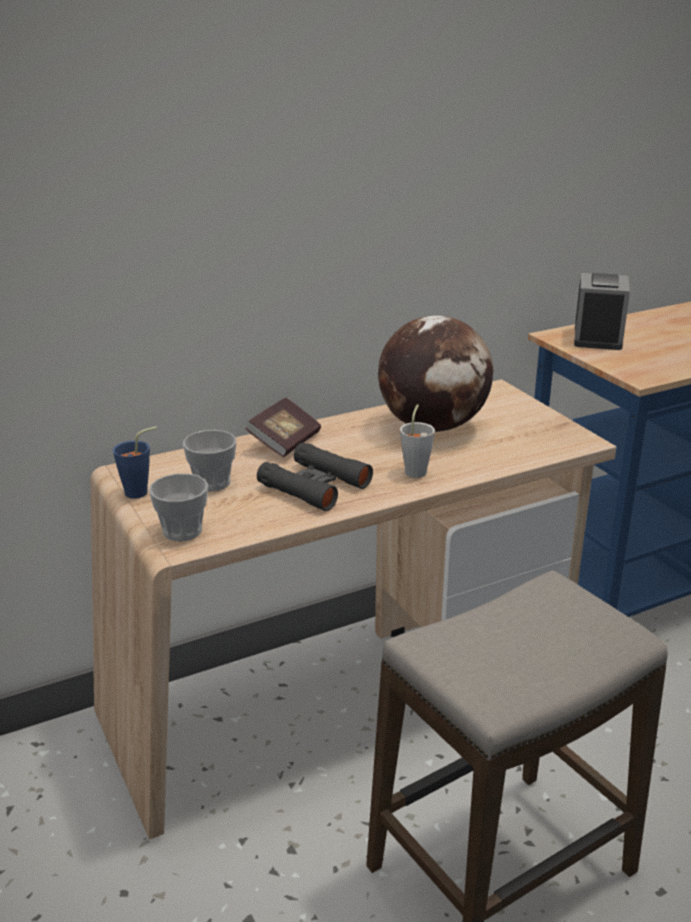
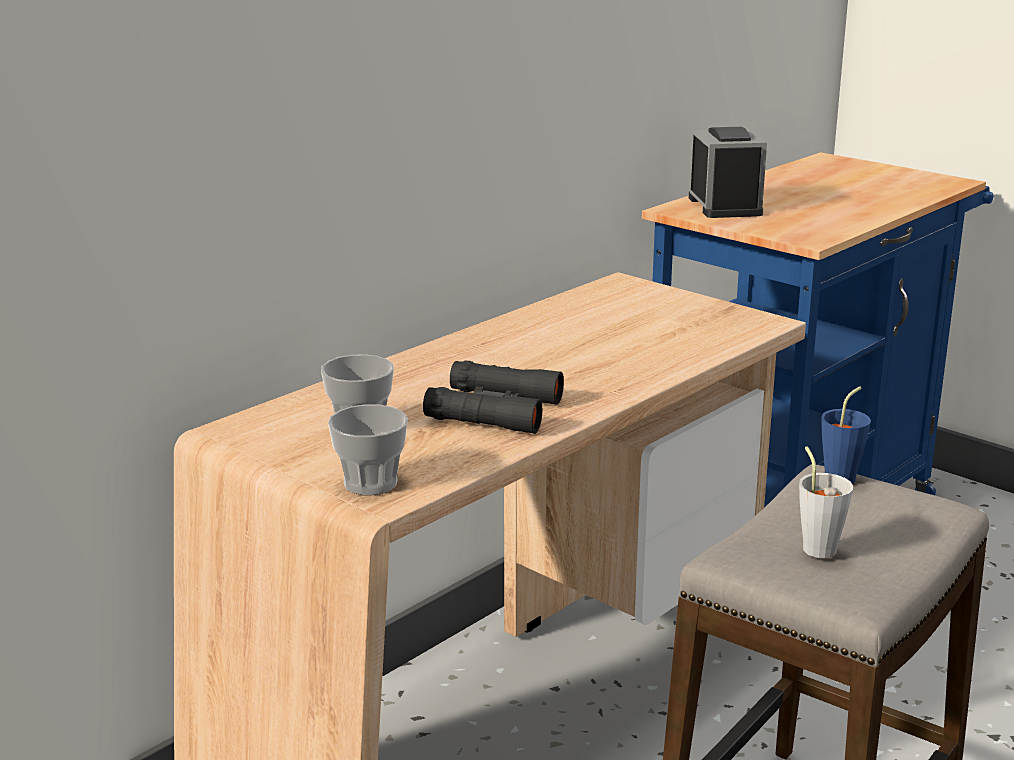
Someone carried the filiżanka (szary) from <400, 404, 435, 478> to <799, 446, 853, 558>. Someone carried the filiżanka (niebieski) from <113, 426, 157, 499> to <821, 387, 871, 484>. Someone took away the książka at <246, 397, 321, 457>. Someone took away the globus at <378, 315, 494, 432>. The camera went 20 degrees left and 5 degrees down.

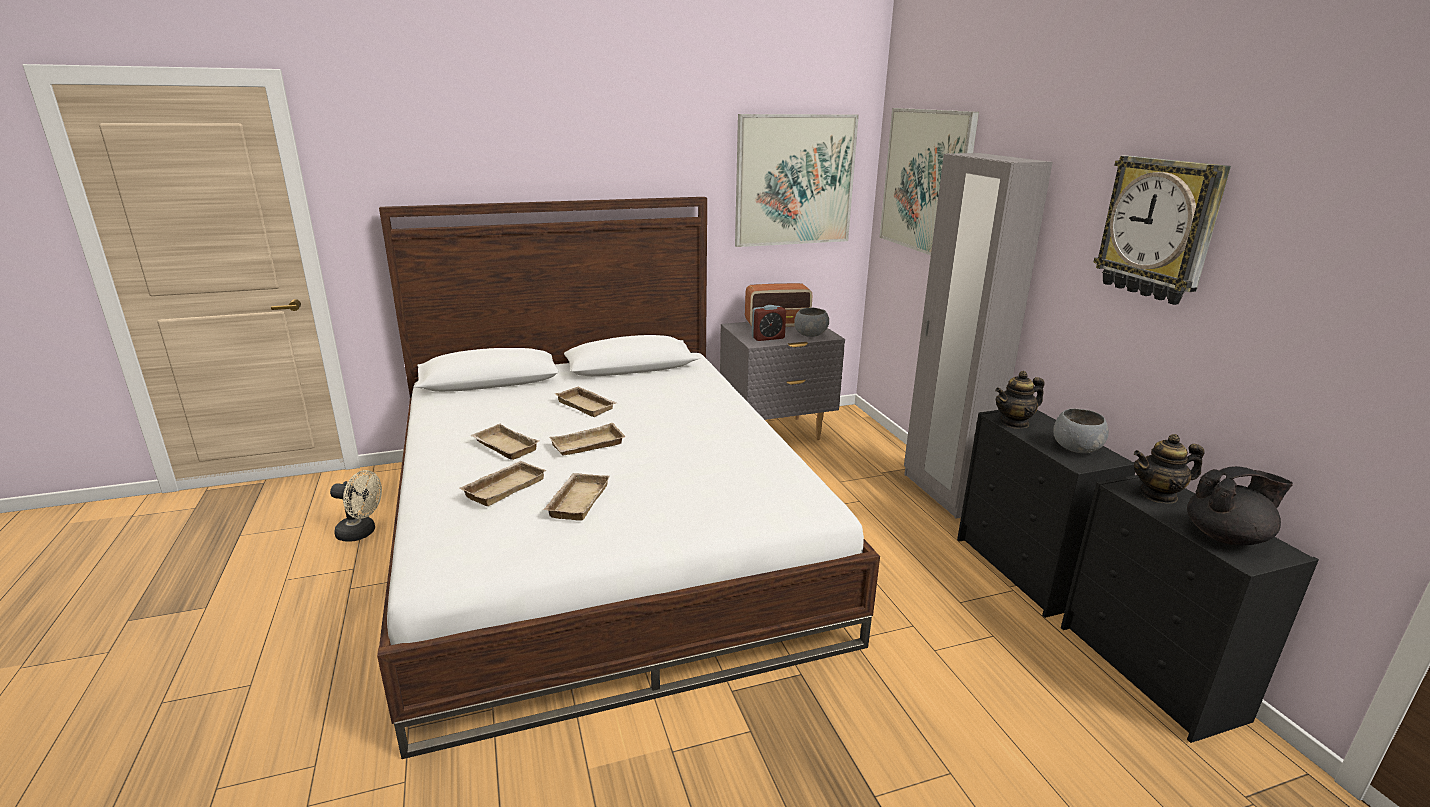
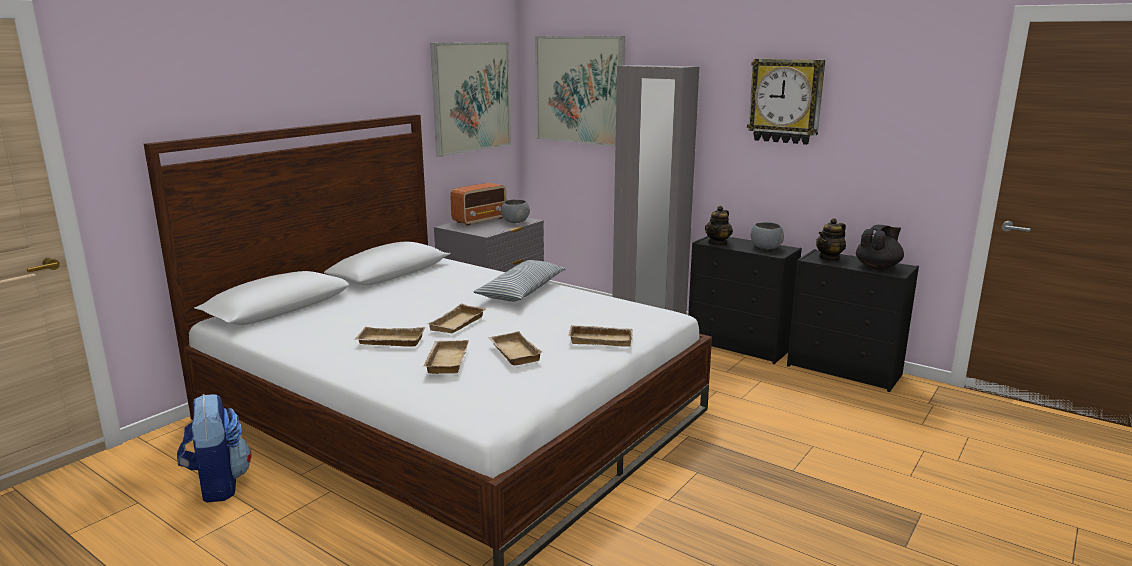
Someone swapped the wentylator (beżowy) at <330, 470, 382, 542> for the plecak at <177, 394, 251, 502>. Someone put down the poduszka at <474, 260, 566, 302>. Someone carried the taca (beżowy) from <555, 386, 616, 417> to <568, 325, 633, 347>. Someone took away the budzik at <752, 305, 786, 341>. The camera went 35 degrees left and 5 degrees down.

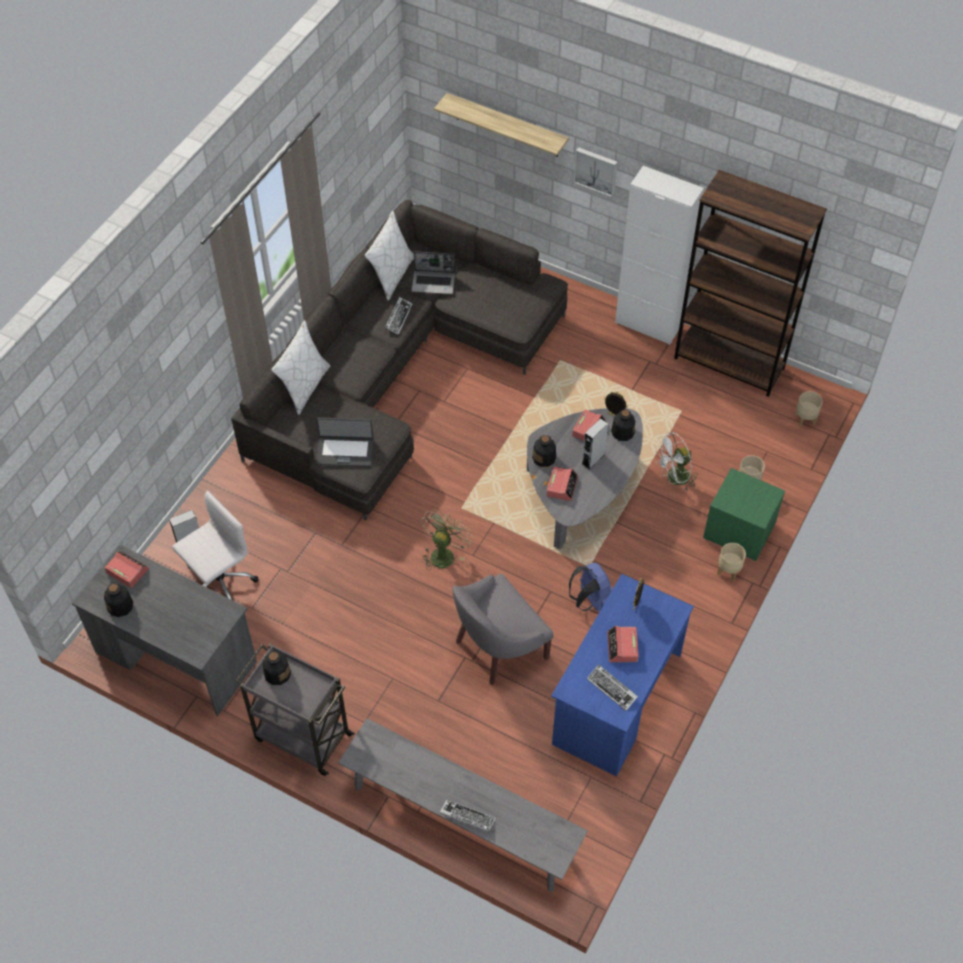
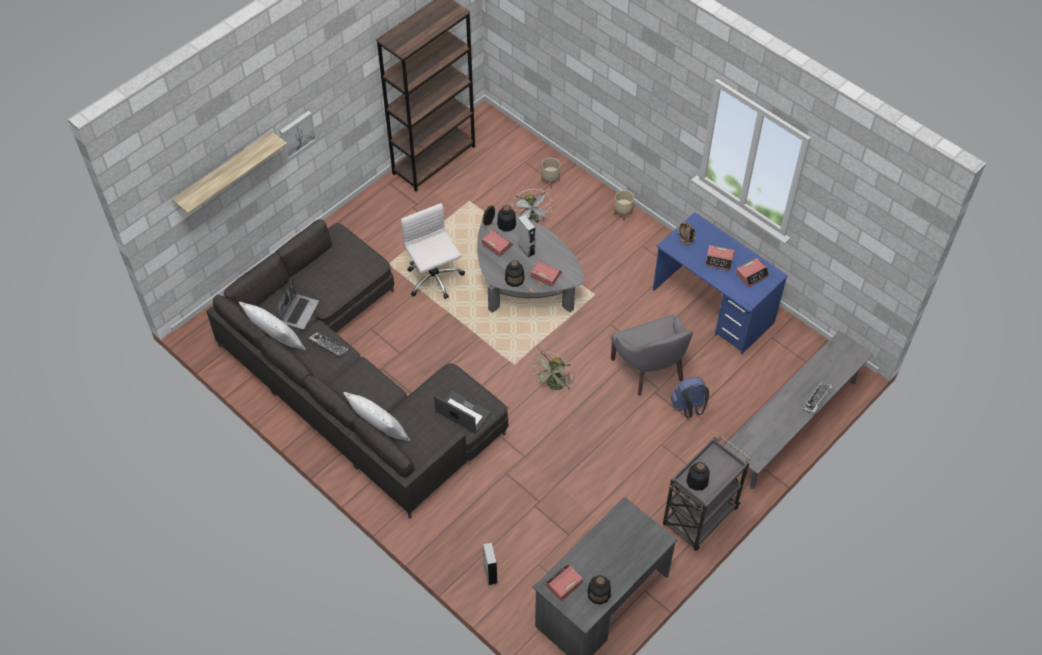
Someone carried the krzesło biurowe (biały) from <172, 490, 259, 600> to <401, 203, 465, 299>. Someone rotated the laptop at <316, 417, 373, 467> by 75 degrees counterclockwise. Someone rotated the wentylator (zielony) at <421, 509, 473, 570> by 105 degrees counterclockwise. Someone carried the plecak (niebieski) from <569, 563, 613, 611> to <671, 377, 709, 418>. Someone swapped the klawiatura at <587, 664, 638, 711> for the budzik at <736, 258, 769, 287>. Someone took away the szafka (biały) at <615, 166, 704, 345>. Someone took away the szafka nocna (zielony) at <703, 468, 785, 561>. Someone took away the donica (beżowy) at <795, 391, 823, 427>. The camera went 75 degrees left and 0 degrees up.

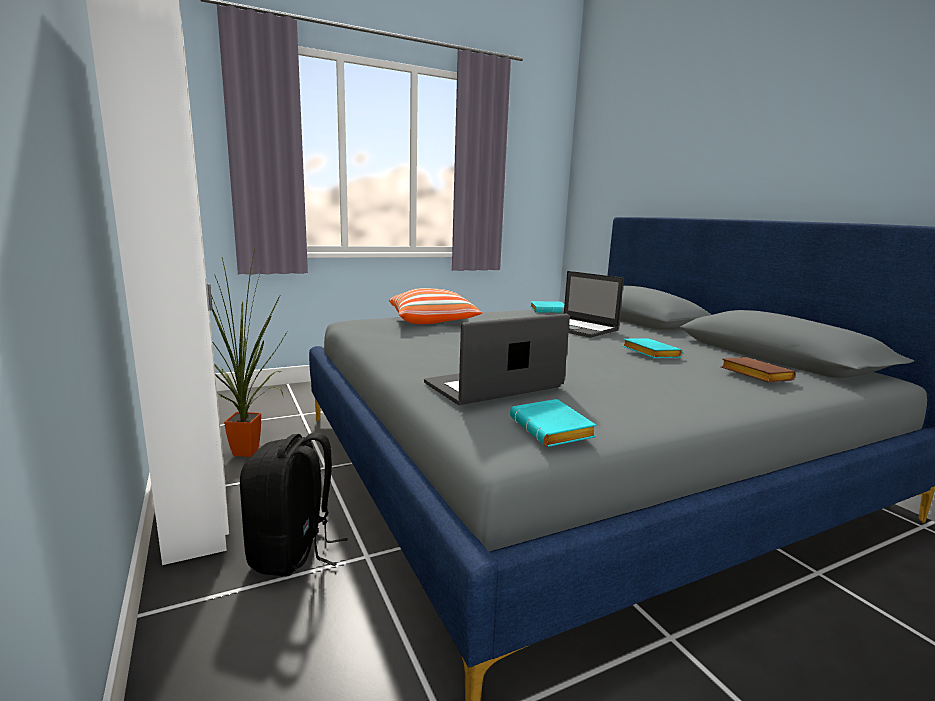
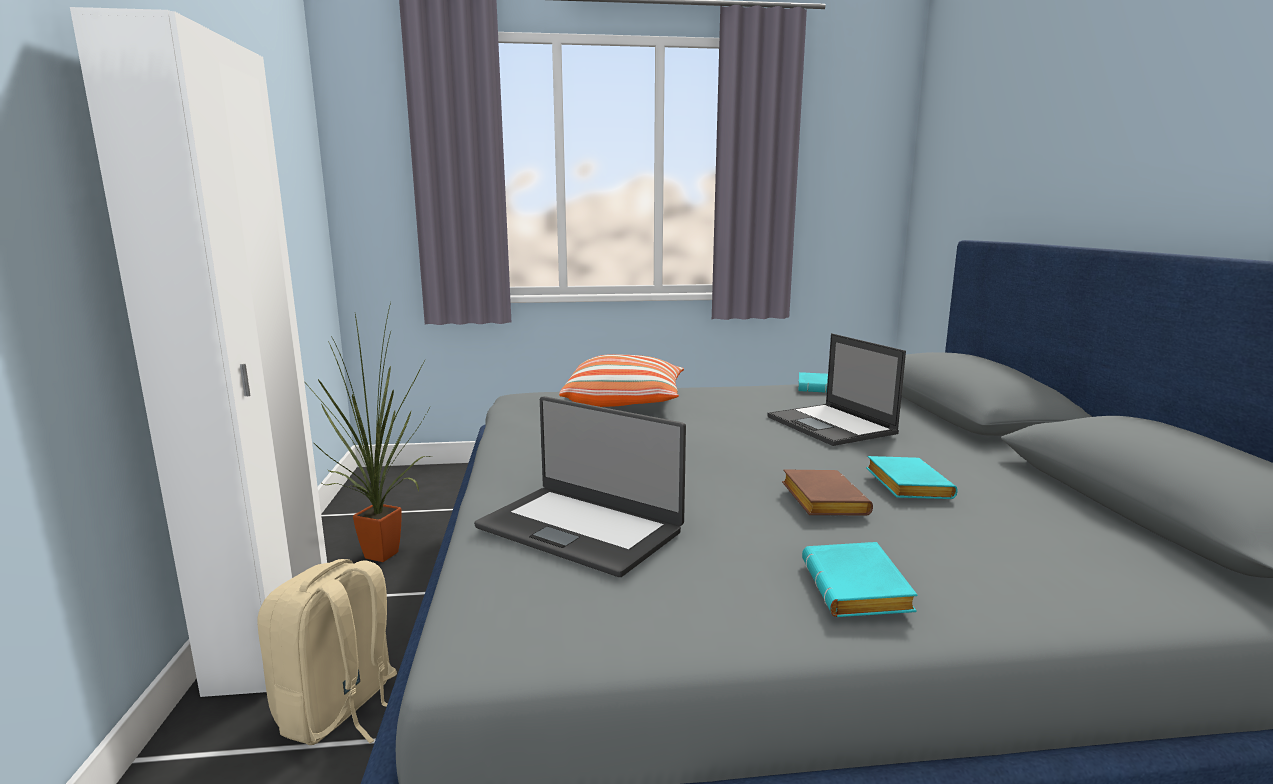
Someone repainted the plecak (czarny) at <240, 433, 348, 577>, which became the plecak (beżowy) at <257, 559, 397, 745>. Someone rotated the laptop at <424, 314, 570, 405> by 135 degrees counterclockwise. Someone carried the książka (brązowy) from <721, 357, 796, 382> to <782, 469, 873, 515>. Someone carried the książka (turkusowy) from <510, 399, 596, 447> to <802, 542, 917, 617>. The camera went 20 degrees right and 0 degrees up.

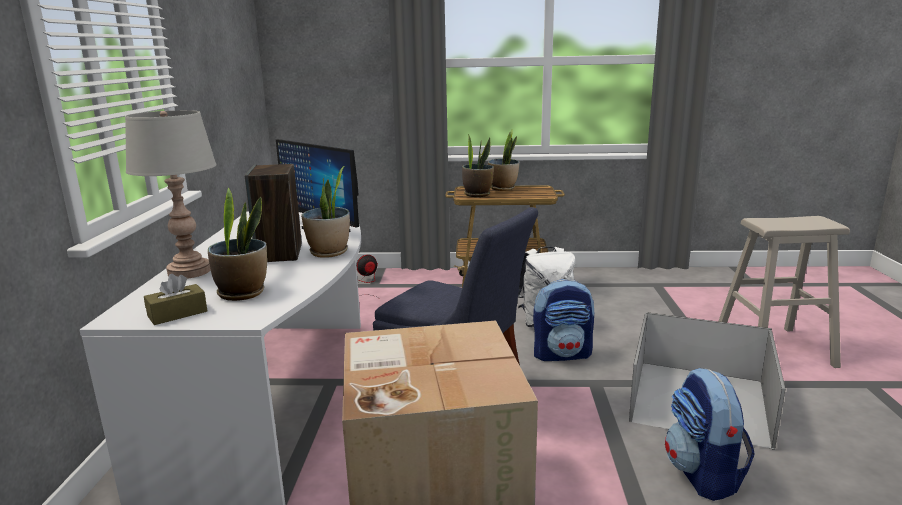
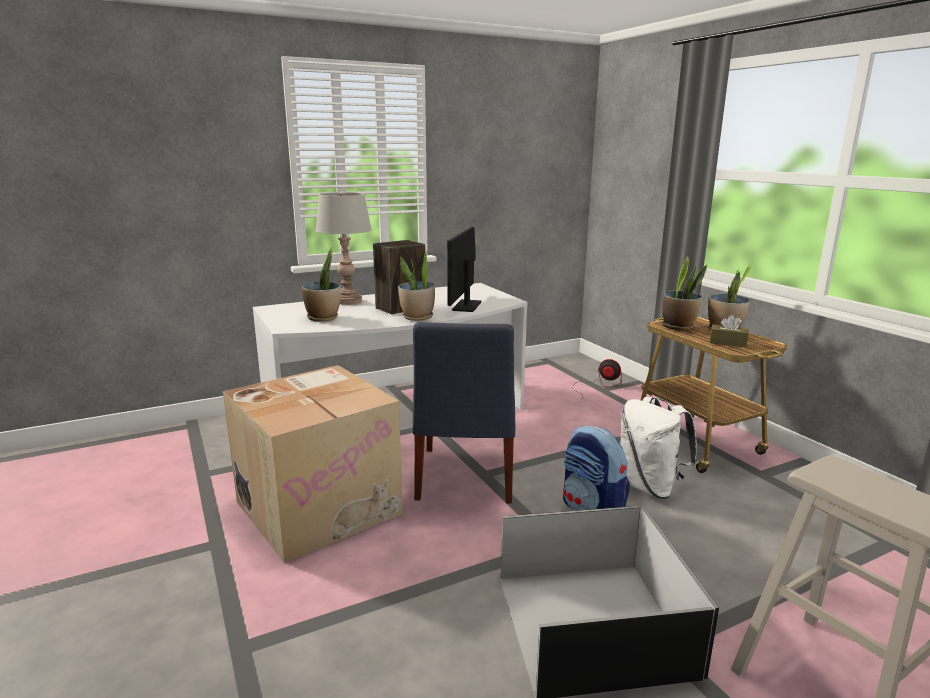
Someone carried the pudełko chusteczek (brązowy) from <144, 274, 207, 325> to <710, 315, 749, 347>. Someone took away the plecak at <665, 368, 755, 501>. The camera went 60 degrees right and 0 degrees up.

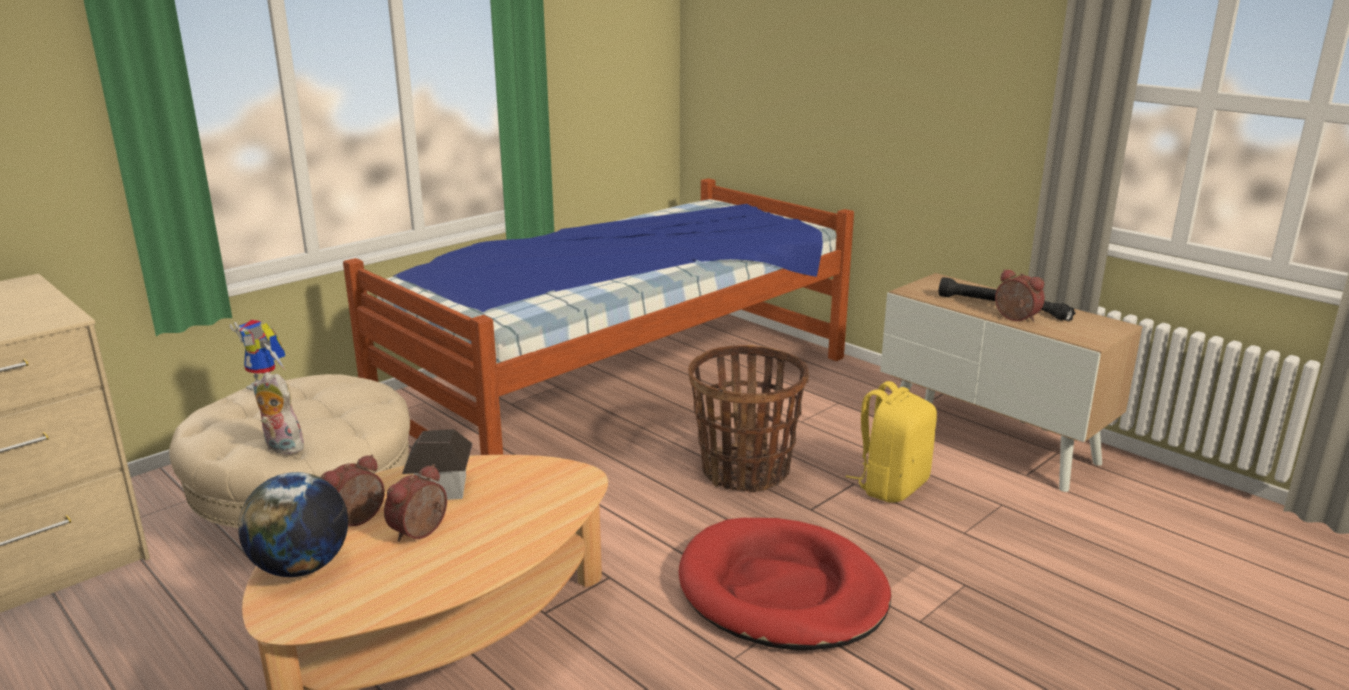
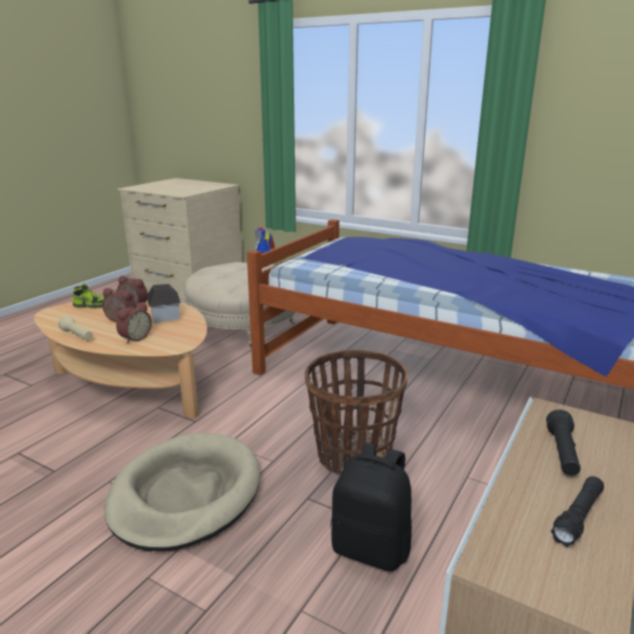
Someone put down the latarka (beżowy) at <58, 316, 93, 340>. Someone swapped the globus at <238, 472, 348, 577> for the but at <73, 283, 105, 309>. Someone repainted the legowisko (czerwony) at <679, 518, 891, 651>, which became the legowisko (beżowy) at <104, 433, 260, 552>. Someone carried the budzik from <995, 269, 1045, 322> to <116, 302, 152, 344>. Someone repainted the plecak (żółty) at <846, 381, 937, 503>, which became the plecak (czarny) at <331, 443, 412, 572>. Someone took away the pluszak at <253, 372, 304, 454>. The camera went 75 degrees right and 0 degrees up.

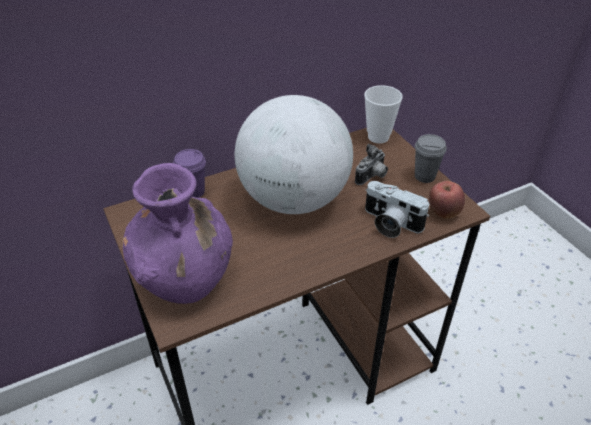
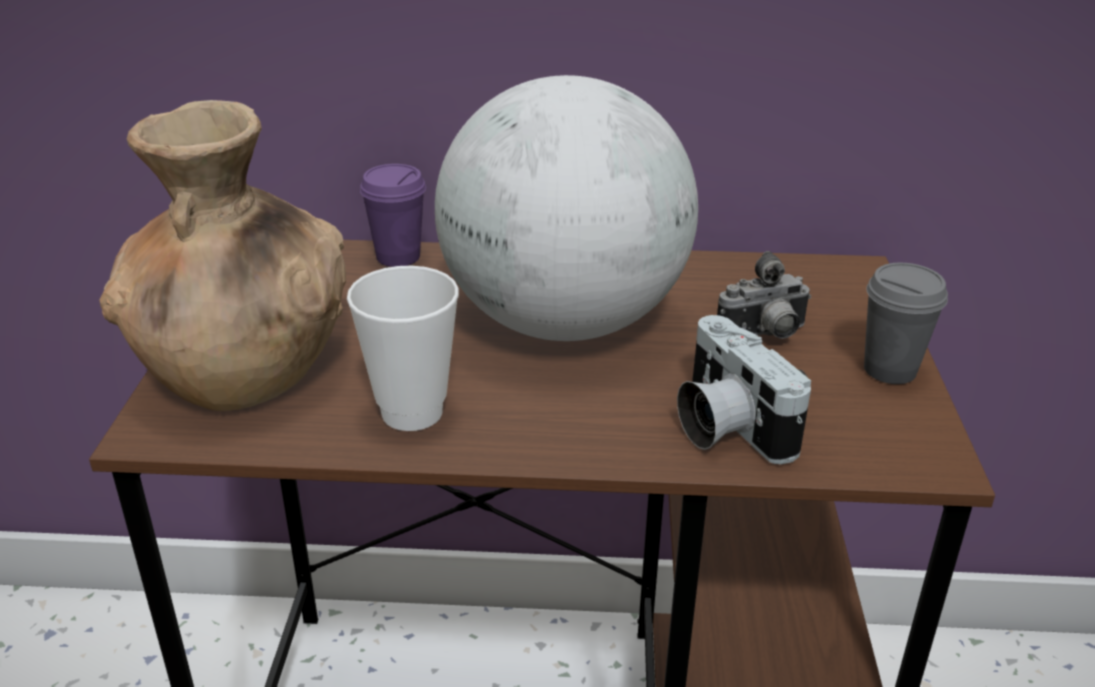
Someone repainted the wazon (fioletowy) at <122, 163, 233, 304>, which became the wazon (brązowy) at <99, 100, 346, 411>. Someone carried the filiżanka from <364, 85, 403, 144> to <347, 266, 459, 431>. Someone took away the jabłko at <429, 181, 465, 219>. The camera went 30 degrees right and 10 degrees down.

